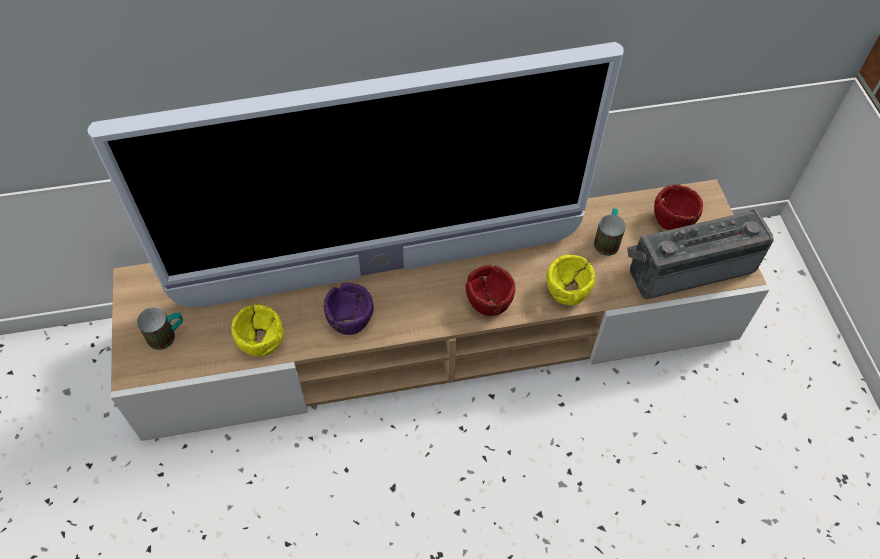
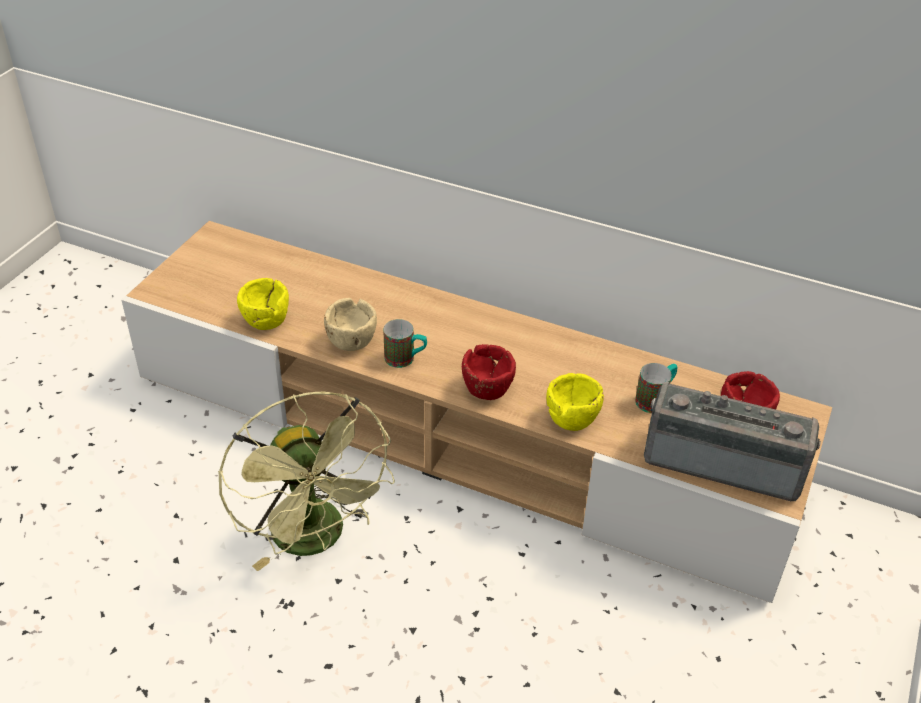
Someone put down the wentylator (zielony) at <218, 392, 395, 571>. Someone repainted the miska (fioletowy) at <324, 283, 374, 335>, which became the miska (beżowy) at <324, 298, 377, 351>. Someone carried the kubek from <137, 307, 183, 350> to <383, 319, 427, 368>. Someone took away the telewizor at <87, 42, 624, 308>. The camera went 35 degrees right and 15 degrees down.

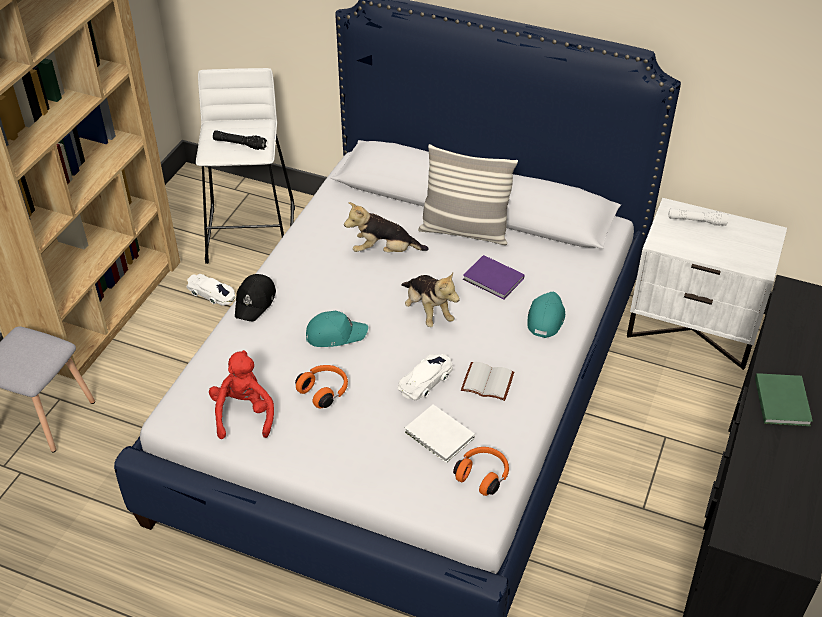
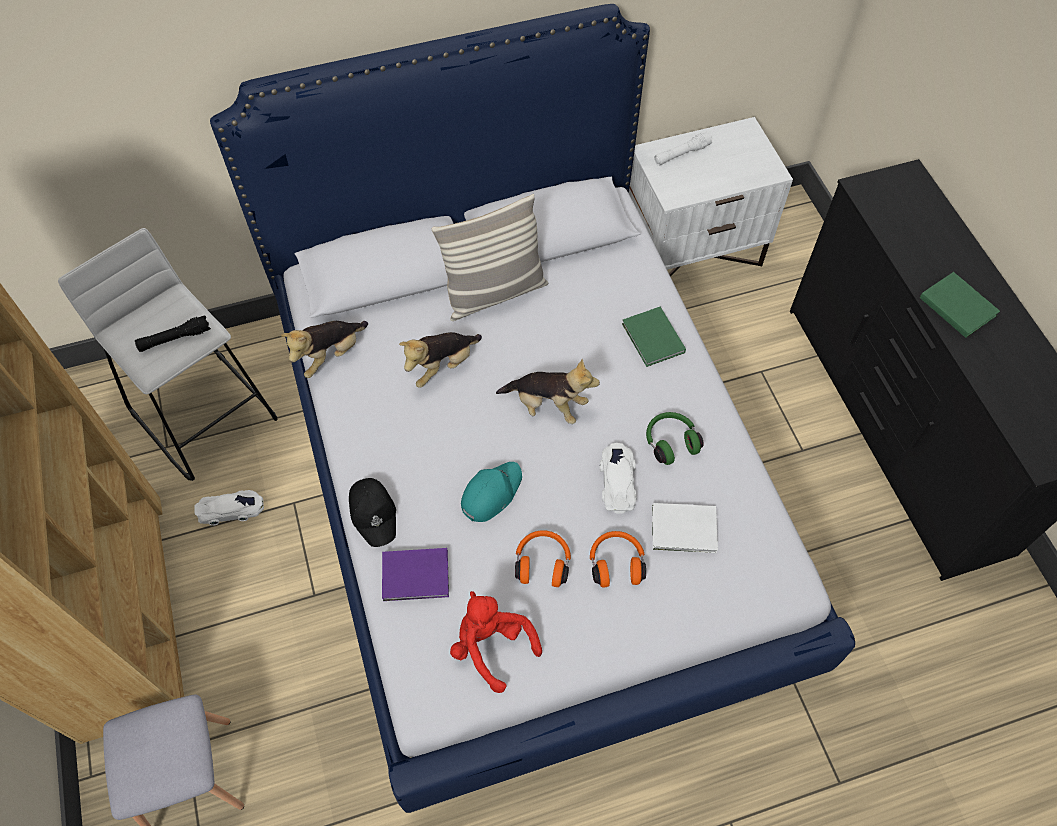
Someone put down the pluszak at <281, 321, 368, 378>. Someone carried the książka (fioletowy) from <463, 255, 524, 299> to <382, 548, 449, 601>. Someone carried the słuchawki (pomarańczowy) from <453, 447, 509, 496> to <590, 531, 646, 587>. Someone swapped the czapka z daszkiem (turkusowy) at <528, 292, 565, 338> for the książka (zielony) at <622, 307, 686, 367>. Someone swapped the książka (biały) at <461, 362, 514, 401> for the słuchawki (zielony) at <646, 412, 704, 465>. The camera went 40 degrees left and 15 degrees up.

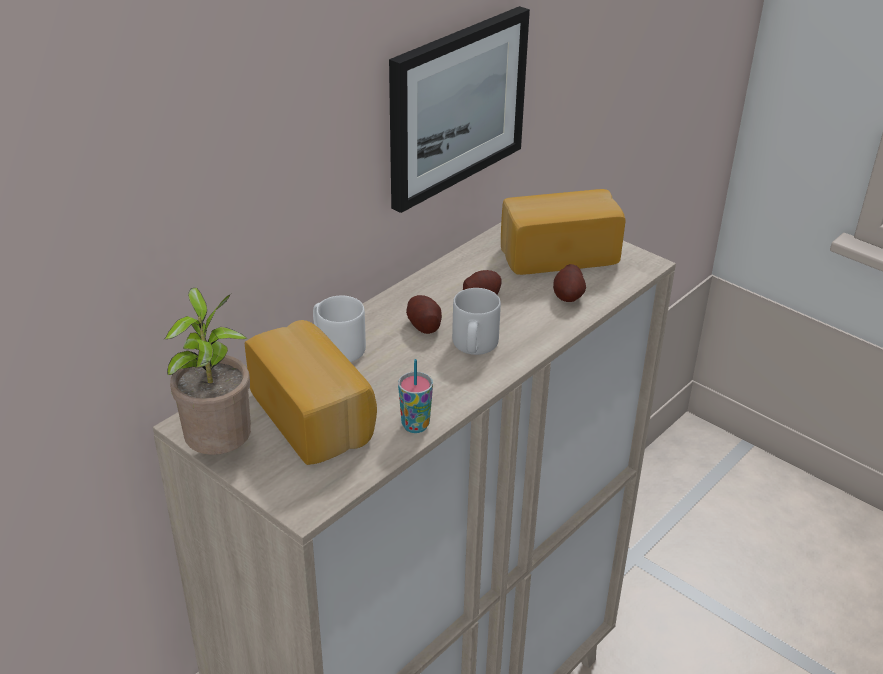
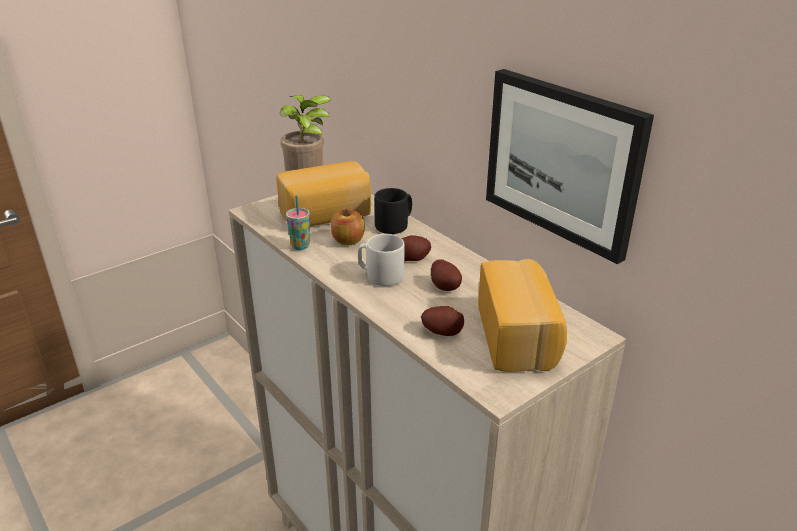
Someone put down the jabłko at <331, 209, 365, 245>. Someone repainted the kubek (biały) at <313, 296, 366, 362>, which became the kubek (czarny) at <374, 188, 412, 234>. The camera went 100 degrees right and 5 degrees down.

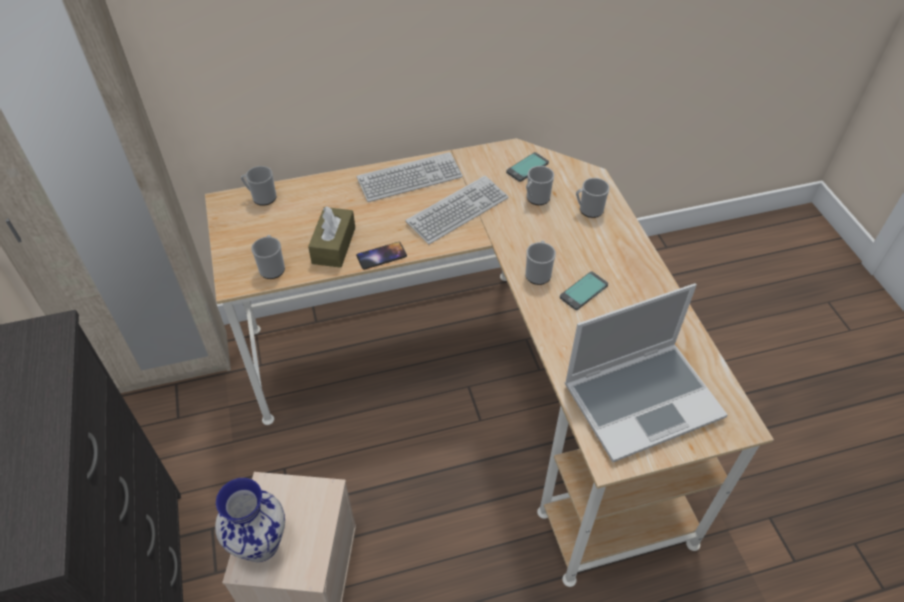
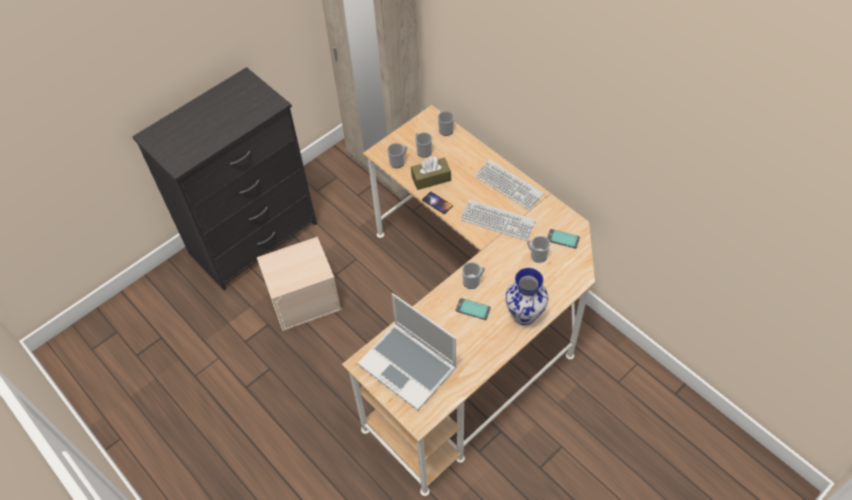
Someone carried the kubek from <576, 178, 610, 218> to <415, 132, 432, 158>. Someone carried the wazon from <215, 478, 285, 562> to <505, 268, 548, 325>. The camera went 65 degrees right and 5 degrees up.

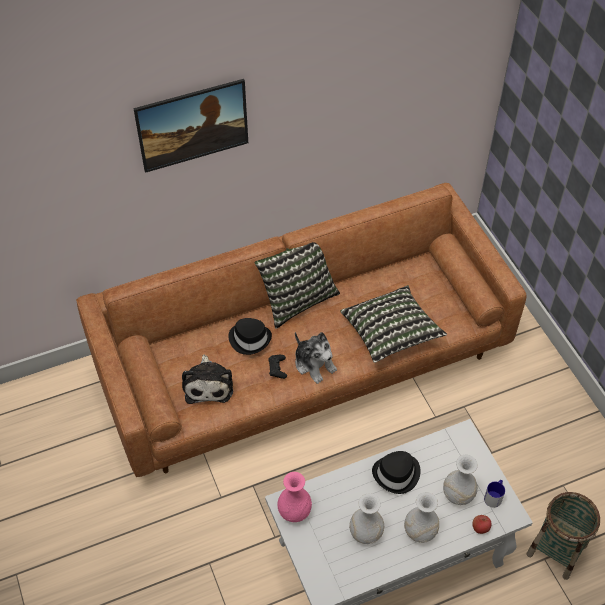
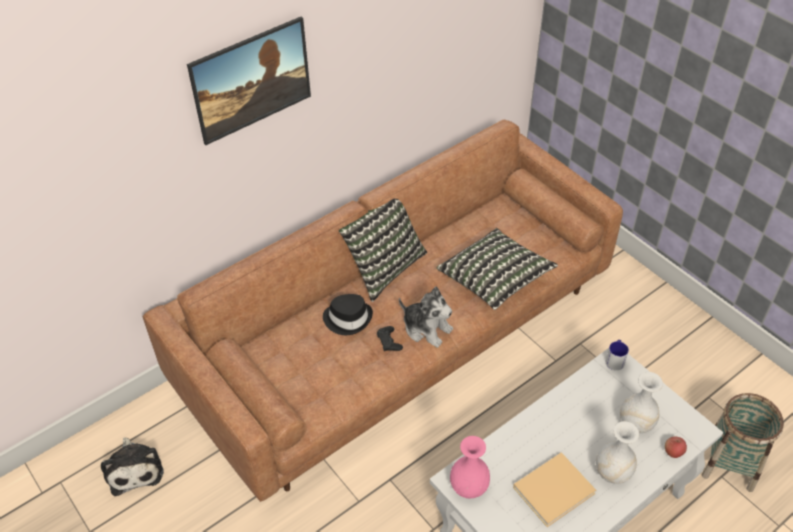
Someone carried the pluszak from <182, 355, 233, 404> to <101, 437, 164, 496>. Someone swapped the wazon (biały) at <349, 493, 384, 544> for the książka (beżowy) at <513, 452, 596, 527>. Someone carried the kubek from <484, 480, 505, 508> to <606, 340, 629, 370>. Someone took away the kapelusz (czarny) at <372, 451, 421, 494>. The camera went 15 degrees left and 5 degrees down.

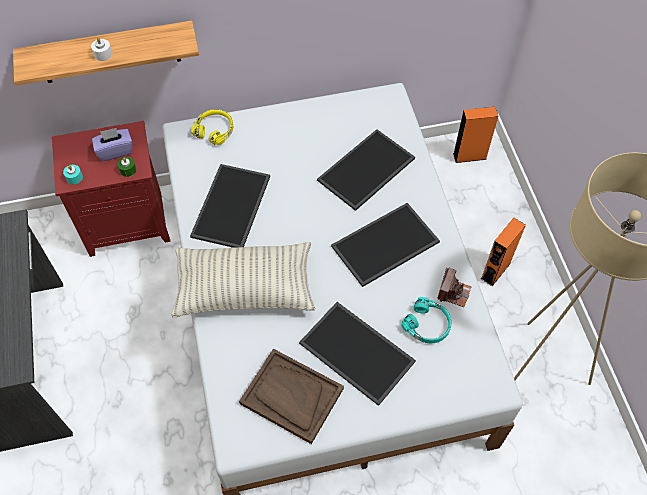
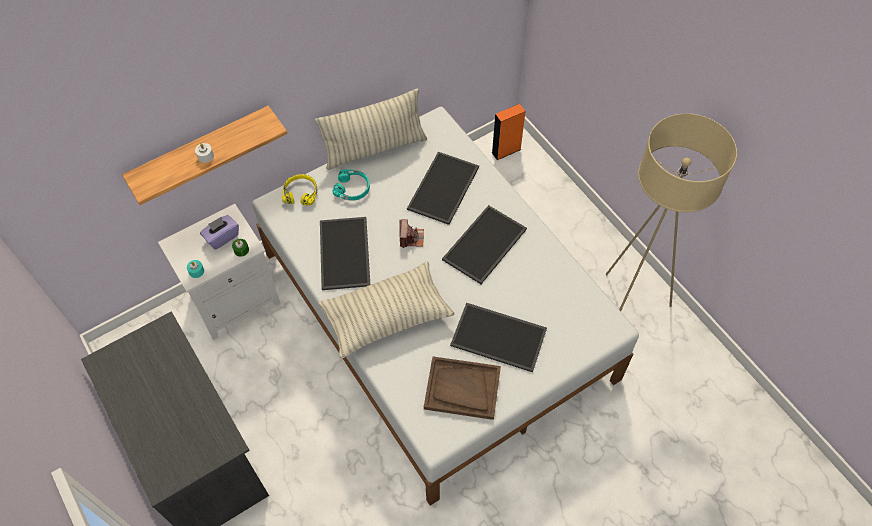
Someone repainted the szafka nocna (czerwony) at <52, 121, 170, 257>, which became the szafka nocna (biały) at <158, 204, 281, 340>. Someone put down the poduszka at <315, 89, 427, 170>. Someone carried the słuchawki (turkusowy) from <401, 297, 452, 343> to <332, 169, 370, 201>. Someone carried the aparat fotograficzny from <437, 267, 471, 307> to <399, 219, 424, 248>. Someone took away the głośnik (pomarańczowy) at <481, 218, 526, 286>. The camera went 20 degrees left and 0 degrees up.

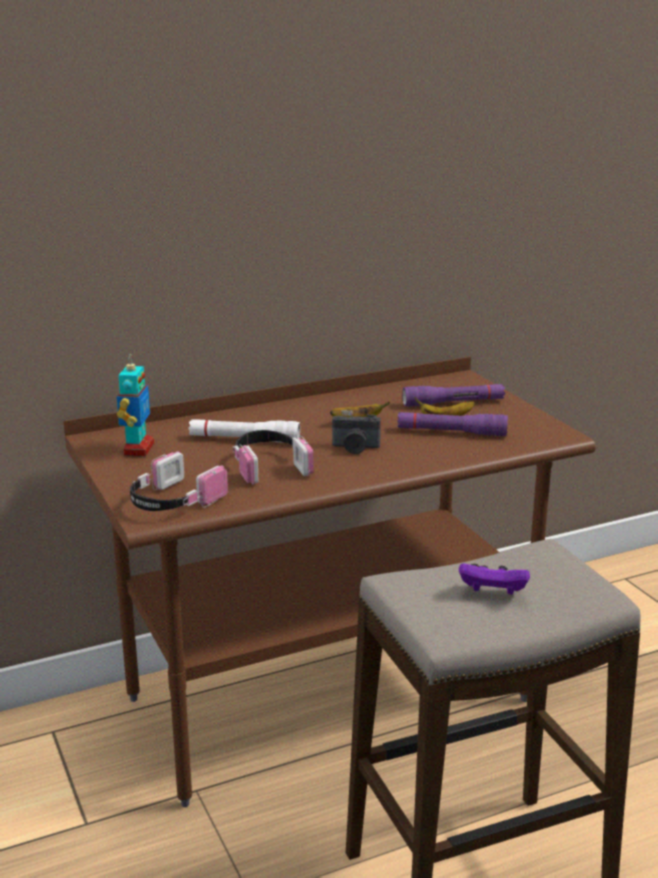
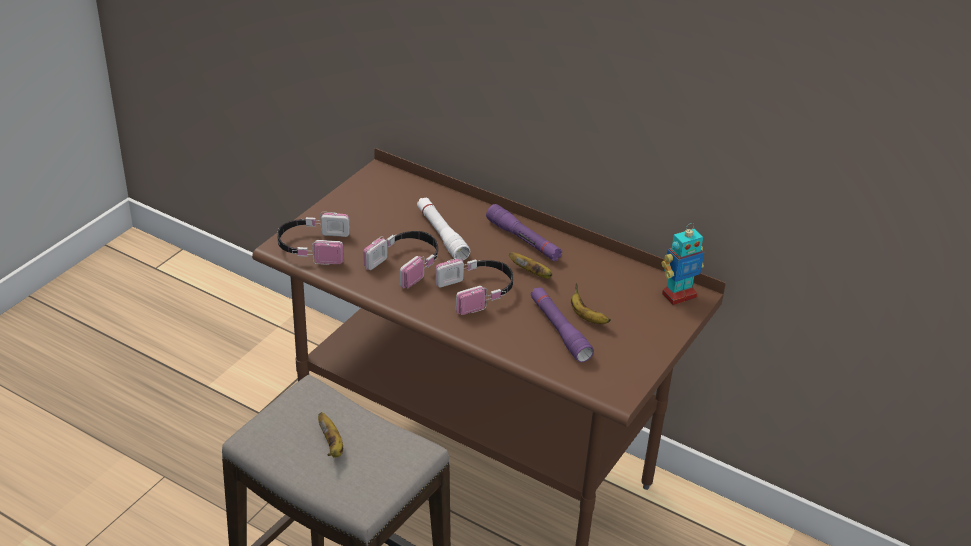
Someone swapped the pad do gier (fioletowy) at <459, 563, 530, 595> for the banan at <318, 412, 343, 458>. Someone swapped the aparat fotograficzny at <332, 414, 381, 454> for the słuchawki at <435, 257, 513, 315>. Someone carried the latarka (fioletowy) from <402, 384, 505, 407> to <486, 204, 562, 261>. Someone carried the robot zabawkowy from <117, 354, 154, 456> to <662, 223, 704, 305>. The camera went 55 degrees right and 15 degrees up.

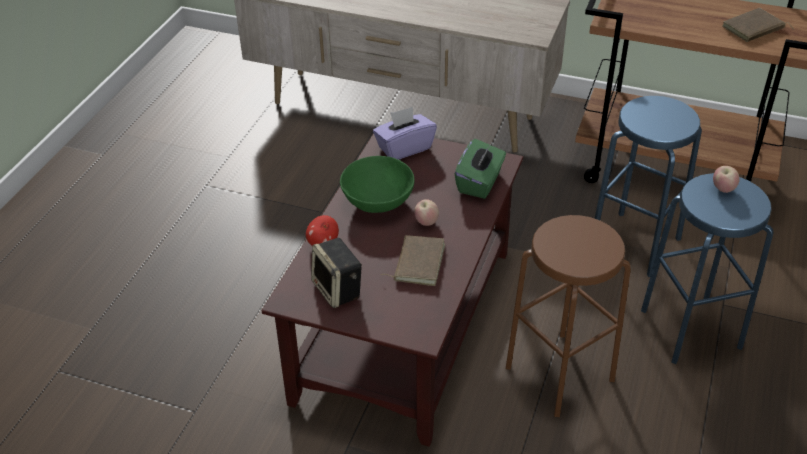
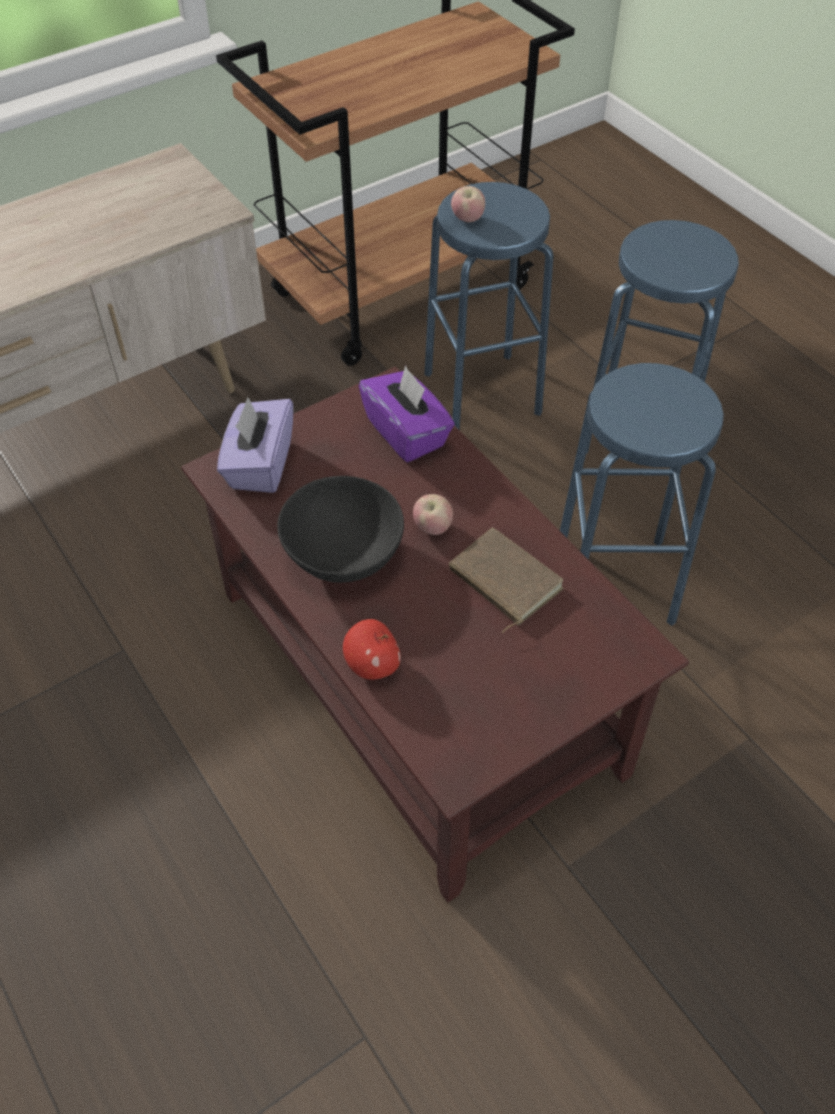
Someone repainted the miska (zielony) at <340, 156, 415, 213>, which became the miska (czarny) at <277, 476, 404, 583>. Someone repainted the pudełko chusteczek (zielony) at <455, 139, 506, 199>, which became the pudełko chusteczek (fioletowy) at <359, 365, 455, 462>. Someone carried the jabłko from <713, 166, 740, 193> to <451, 186, 485, 222>. Someone repainted the stołek (brązowy) at <506, 215, 631, 417>, which became the stołek (niebieski) at <560, 363, 724, 626>. Someone took away the głośnik at <311, 238, 362, 308>. Someone took away the książka (brązowy) at <722, 8, 794, 42>. The camera went 55 degrees left and 10 degrees up.

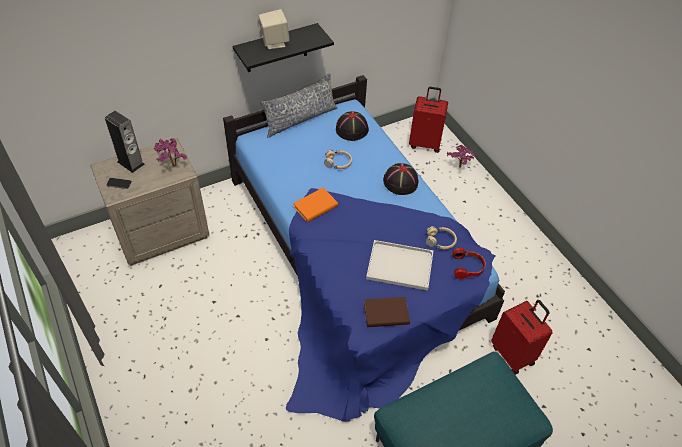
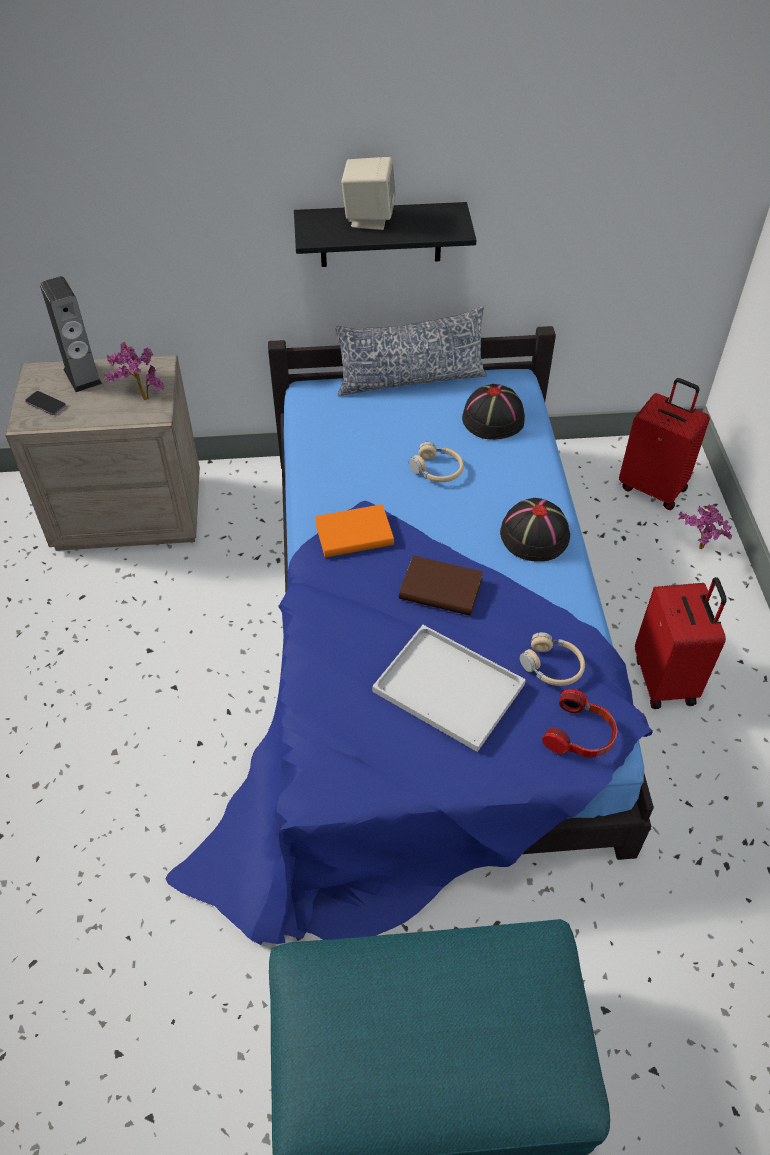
Someone carried the książka (brązowy) from <364, 297, 410, 327> to <399, 555, 483, 616>. Someone carried the walizka (czerwony) from <491, 300, 553, 375> to <635, 577, 727, 709>. The camera went 25 degrees right and 0 degrees up.

